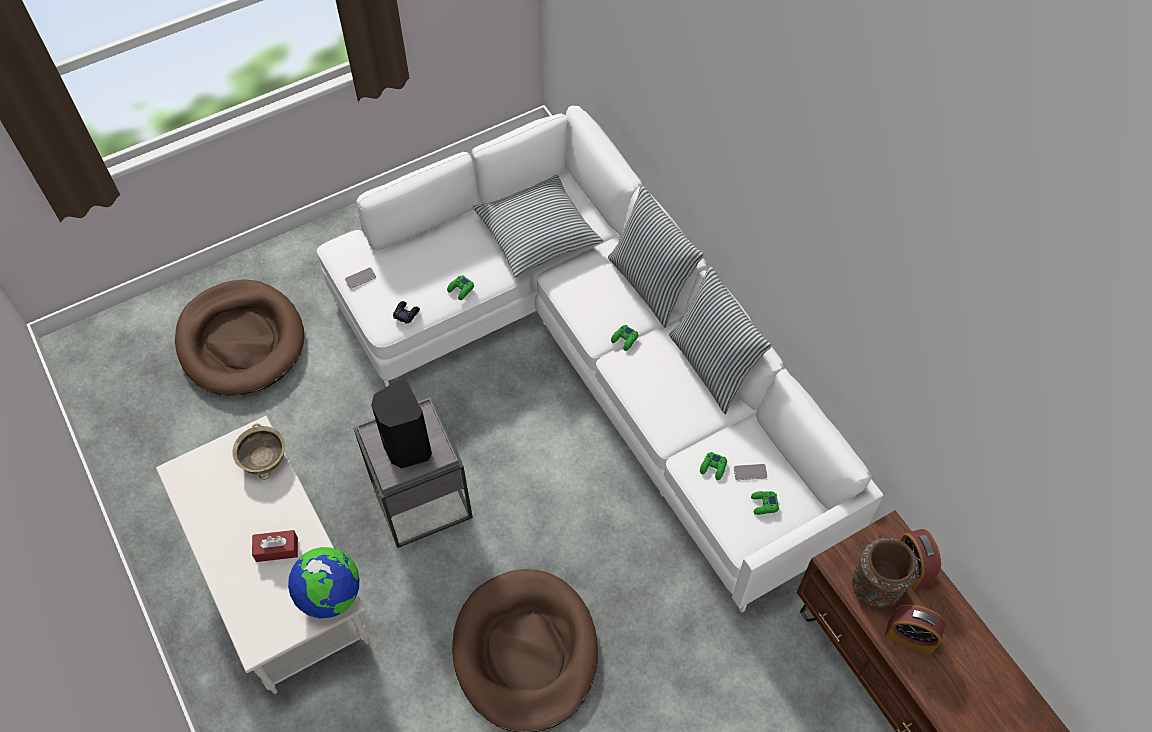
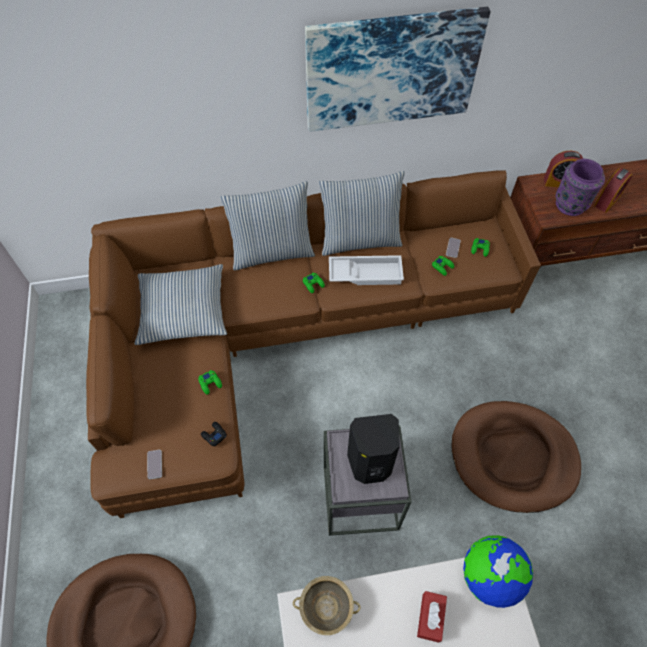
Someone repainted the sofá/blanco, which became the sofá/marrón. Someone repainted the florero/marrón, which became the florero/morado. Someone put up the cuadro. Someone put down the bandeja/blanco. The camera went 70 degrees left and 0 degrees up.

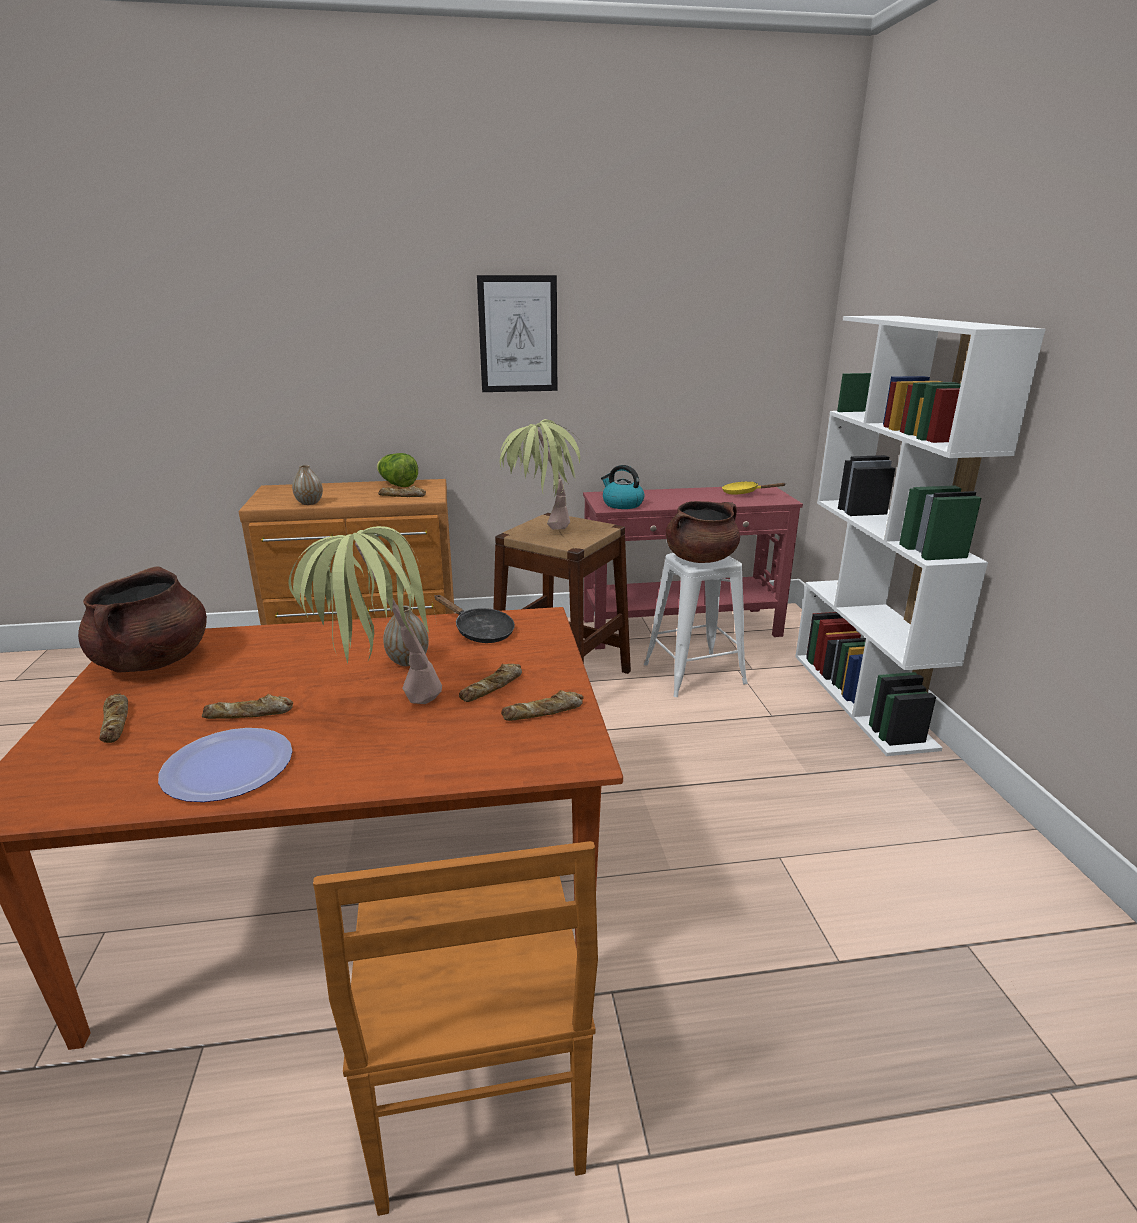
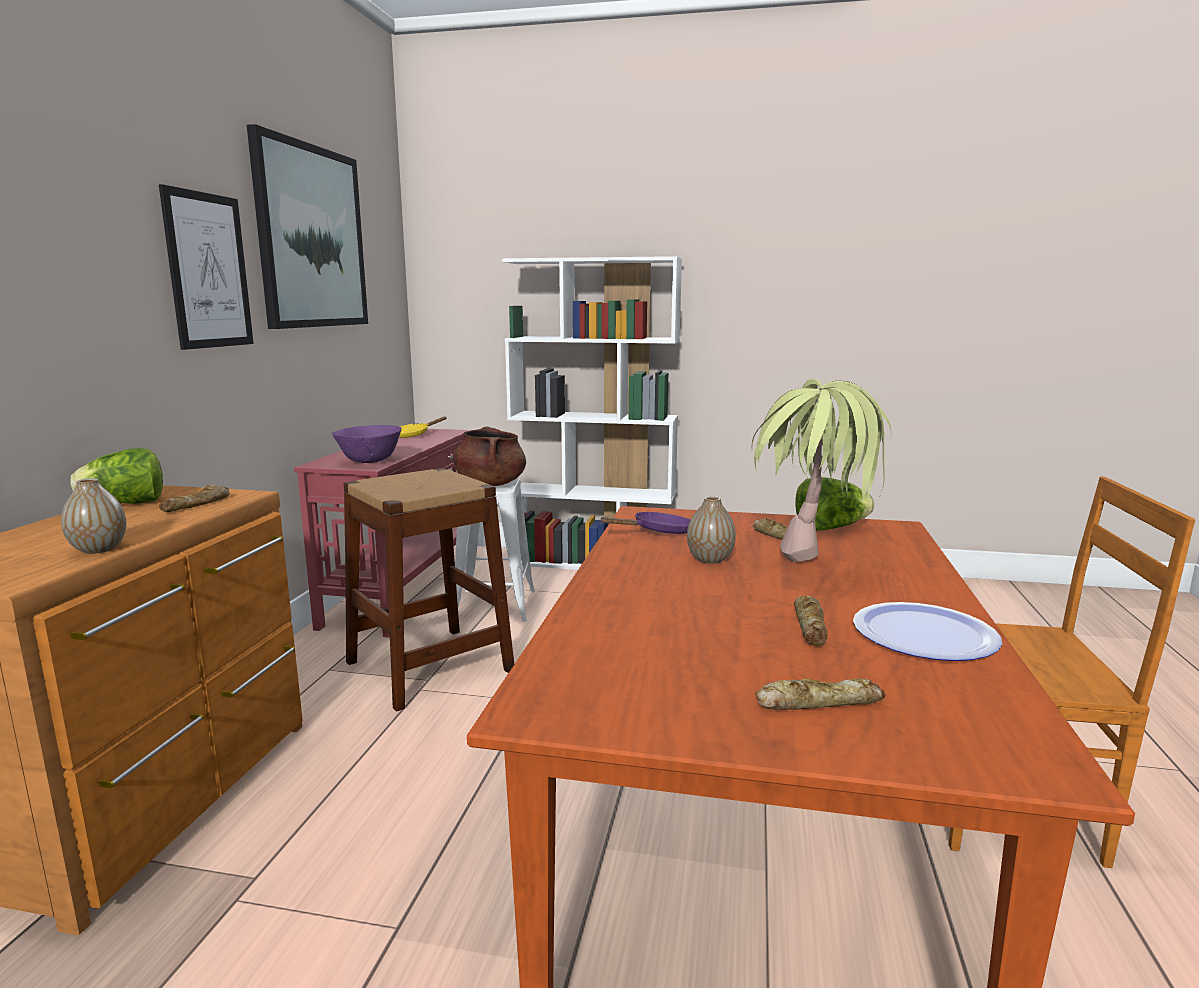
Someone took away the olla/marrón (no. 1 from left). Someone repainted the sartén/negro, which became the sartén/morado. Someone took away the planta en maceta (no. 2 from left). Someone swapped the pan (no. 5 from left) for the lechuga (no. 2 from left). Someone swapped the hervidor for the cuenco/morado. Someone put up the cuadro (no. 2 from left). The camera went 70 degrees left and 10 degrees down.

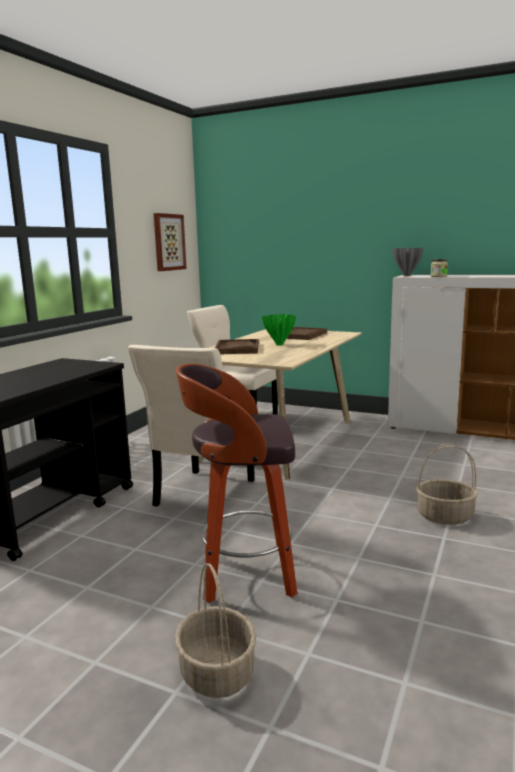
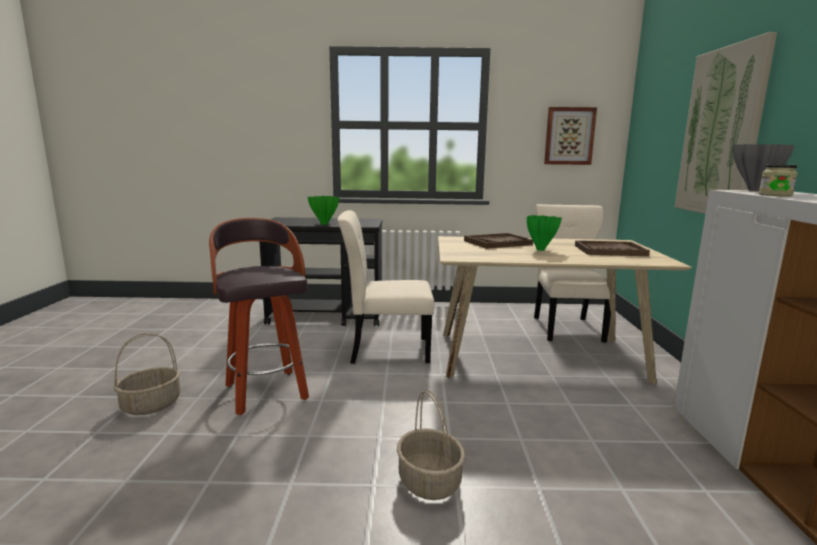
Someone put down the florero/verde (no. 1 from left). Someone put up the cuadro (no. 2 from left). The camera went 65 degrees right and 0 degrees up.

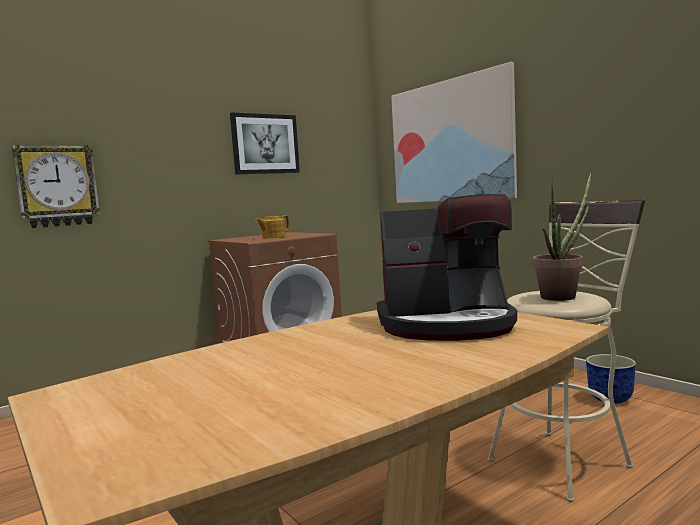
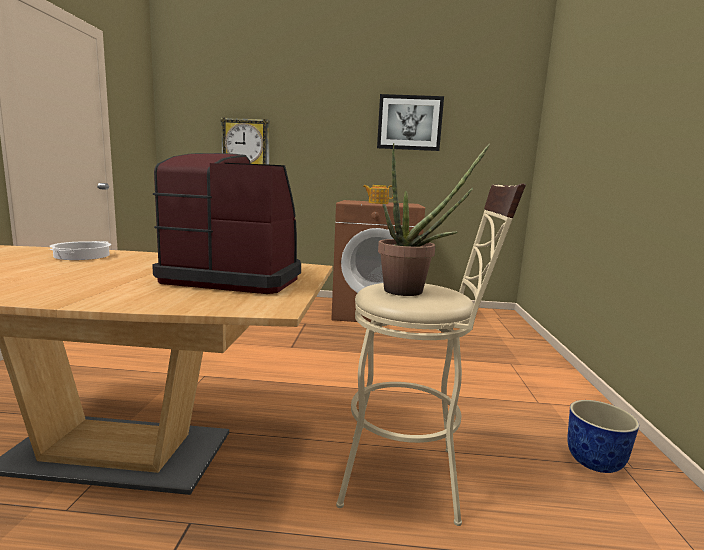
Someone rotated the cafetera by 150 degrees clockwise. Someone took away the cuadro (no. 2 from left). Someone put down the olla. The camera went 40 degrees right and 5 degrees up.

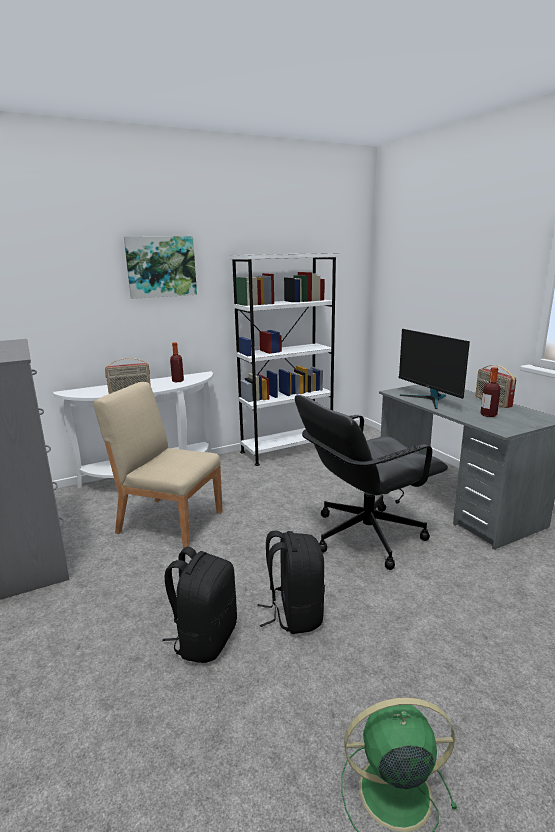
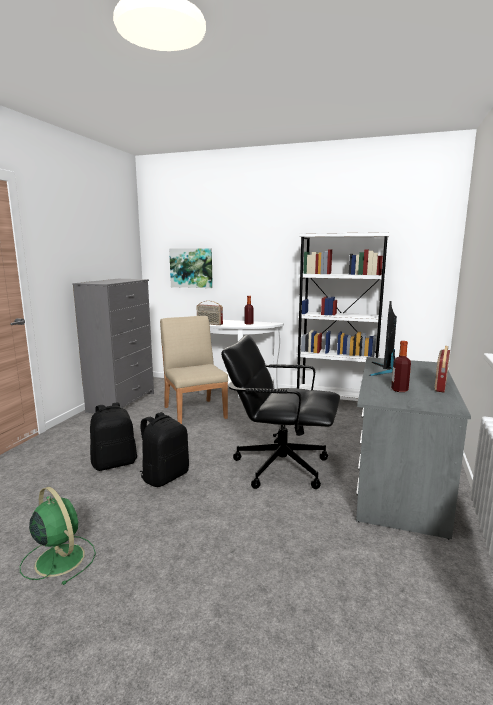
Someone carried the cuadro. The camera went 45 degrees right and 5 degrees down.

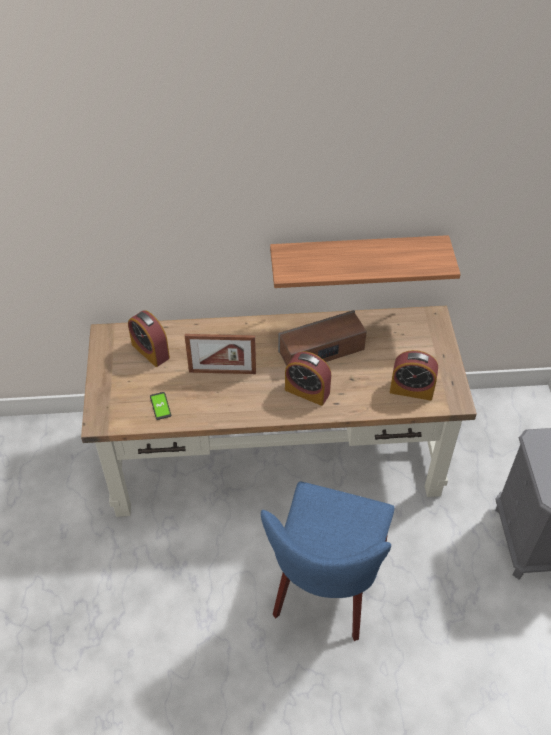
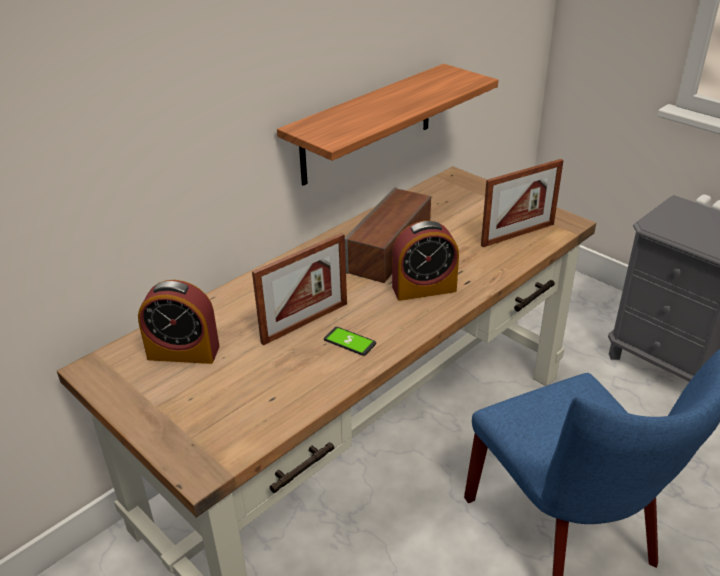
Someone carried the móvil. Someone swapped the despertador (no. 3 from left) for the portarretratos (no. 2 from left). The camera went 40 degrees left and 15 degrees down.

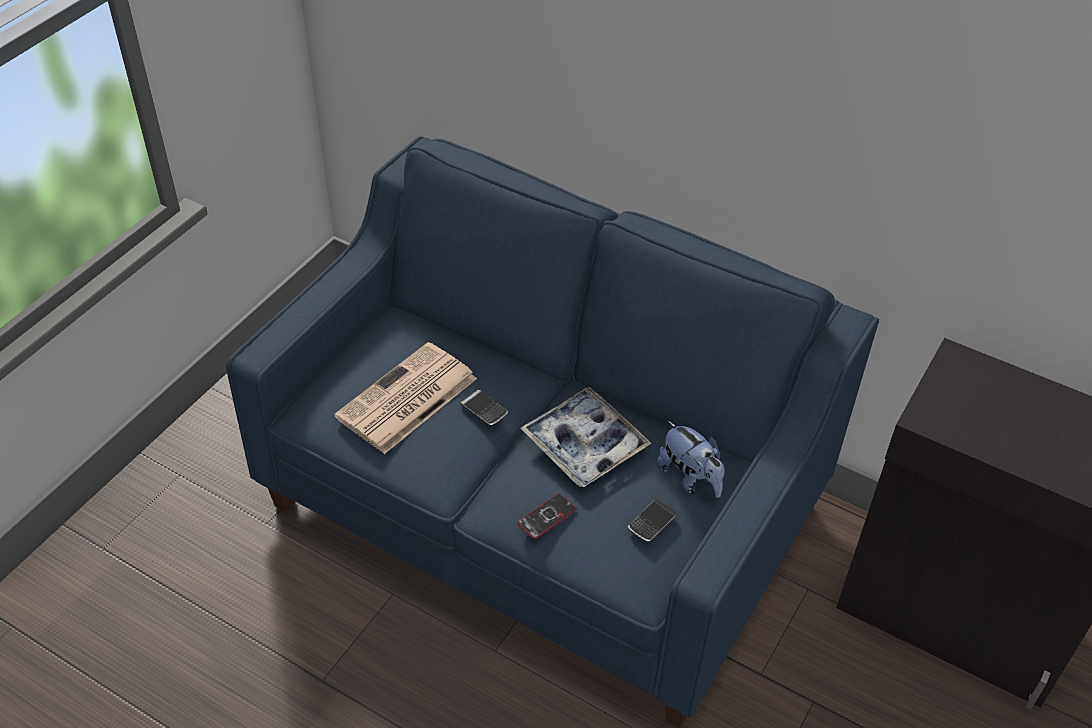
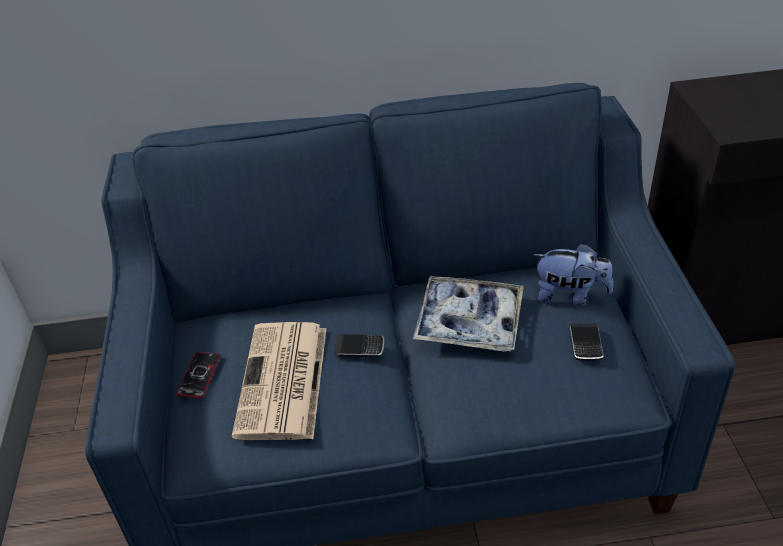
Someone carried the móvil (no. 2 from left in the first image). The camera went 35 degrees left and 5 degrees down.

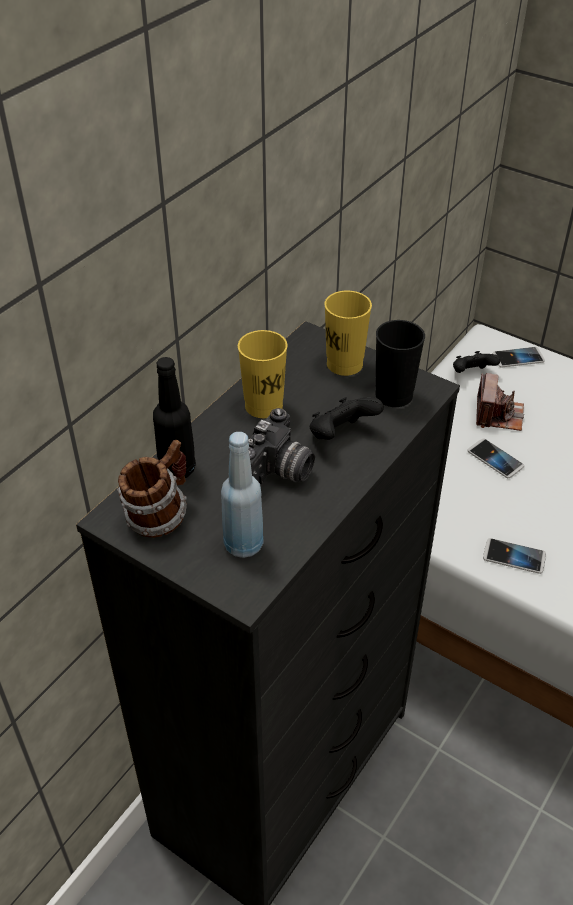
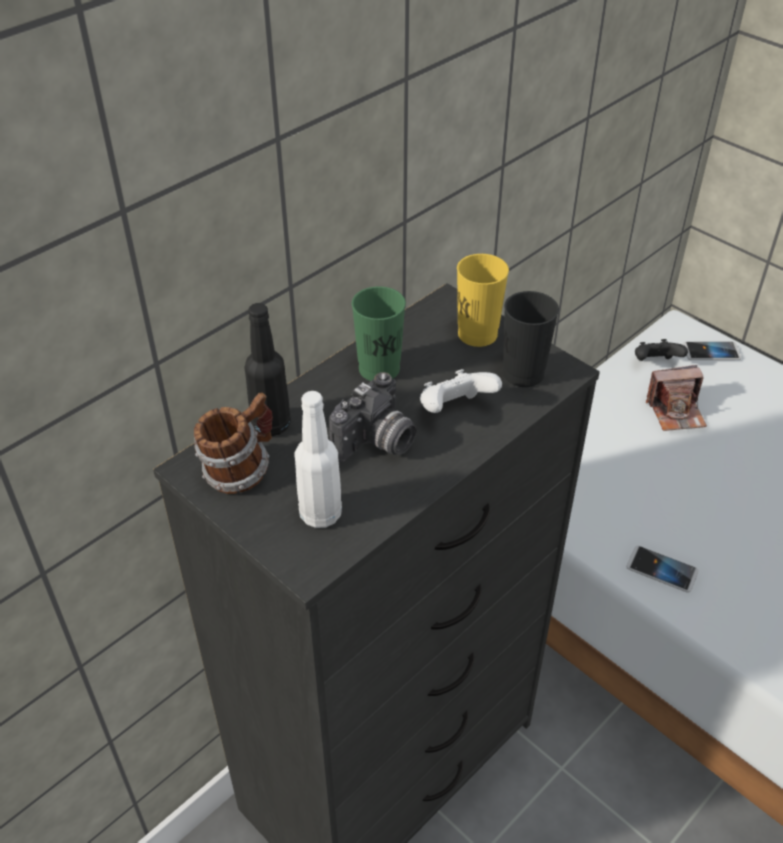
Someone repainted the botella/azul, which became the botella/blanco. Someone repainted the taza/amarillo (no. 1 from left), which became the taza/verde. Someone repainted the mando de consola/negro (no. 1 from left), which became the mando de consola/blanco. Someone took away the móvil (no. 1 from left). Someone rotated the cámara (no. 2 from left) by 60 degrees clockwise. The camera went 10 degrees right and 0 degrees up.

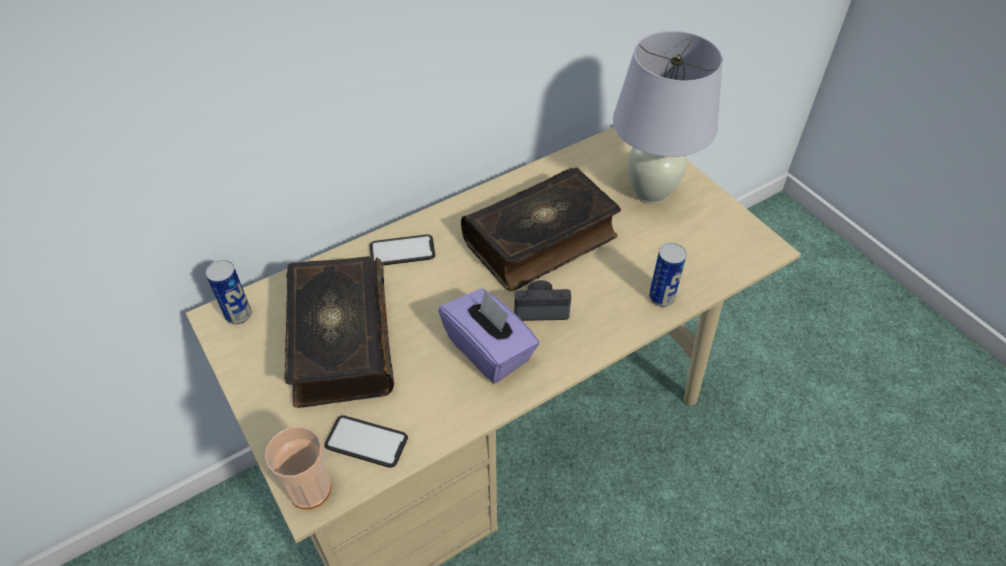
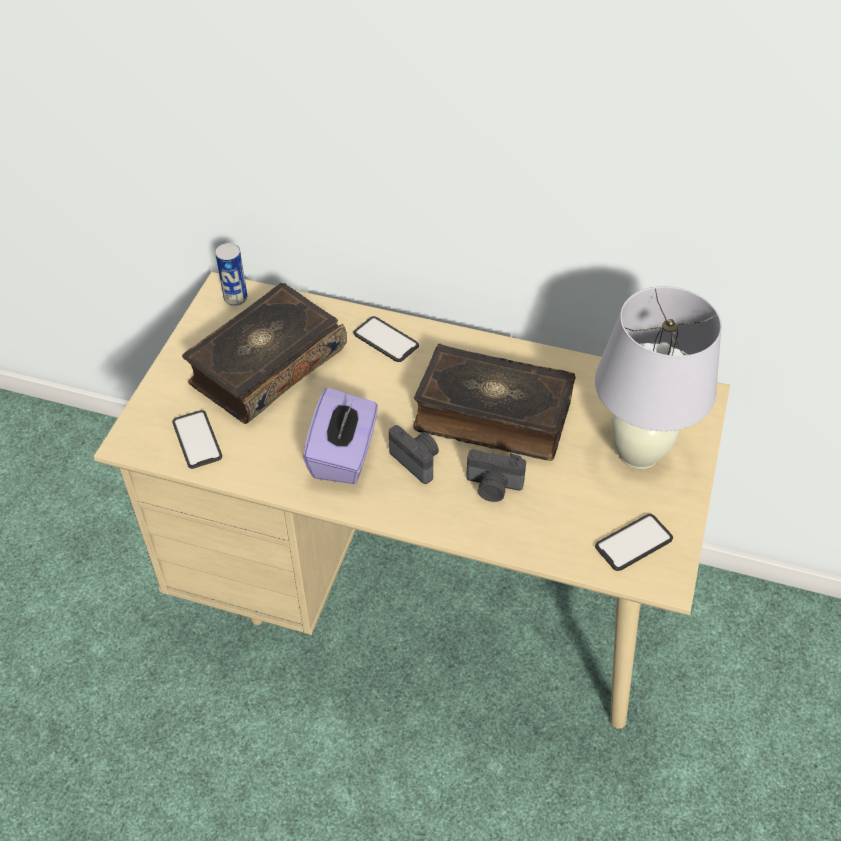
Someone took away the taza. Someone took away the lata (no. 2 from left). Someone put down the cámara (no. 2 from left). Someone put down the móvil (no. 3 from left). The camera went 50 degrees right and 0 degrees up.

